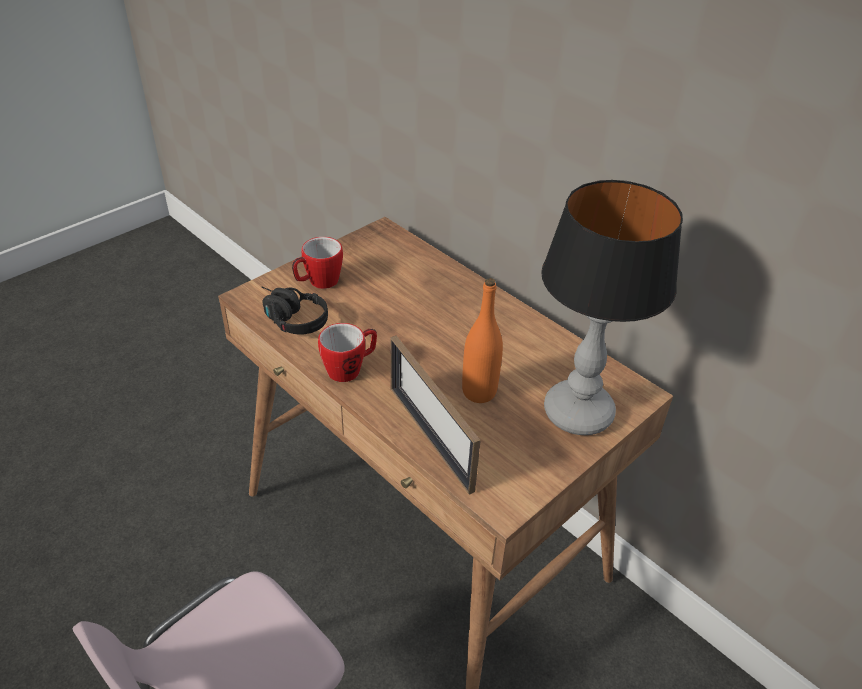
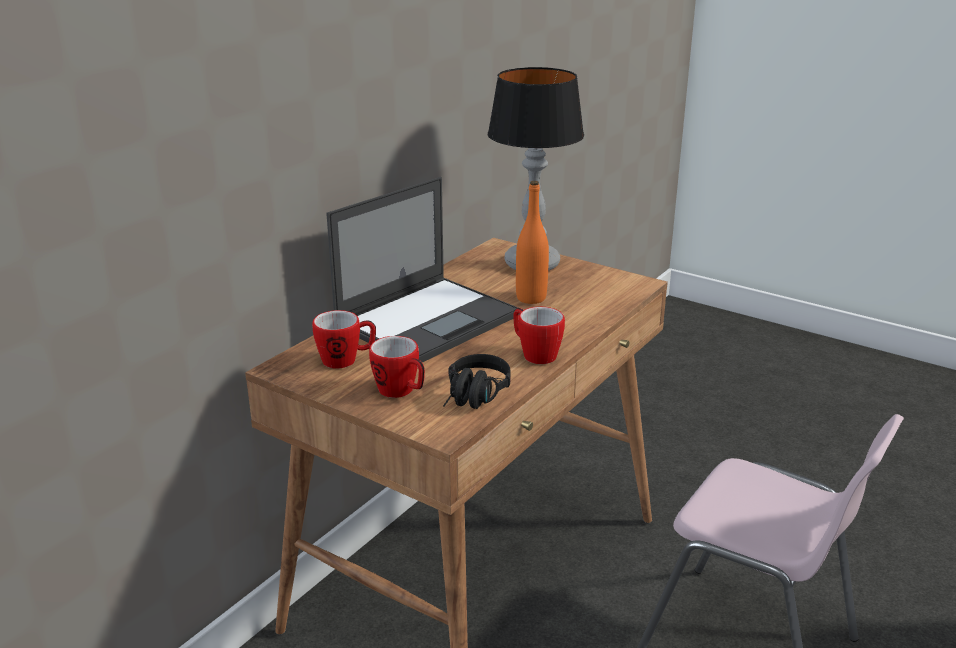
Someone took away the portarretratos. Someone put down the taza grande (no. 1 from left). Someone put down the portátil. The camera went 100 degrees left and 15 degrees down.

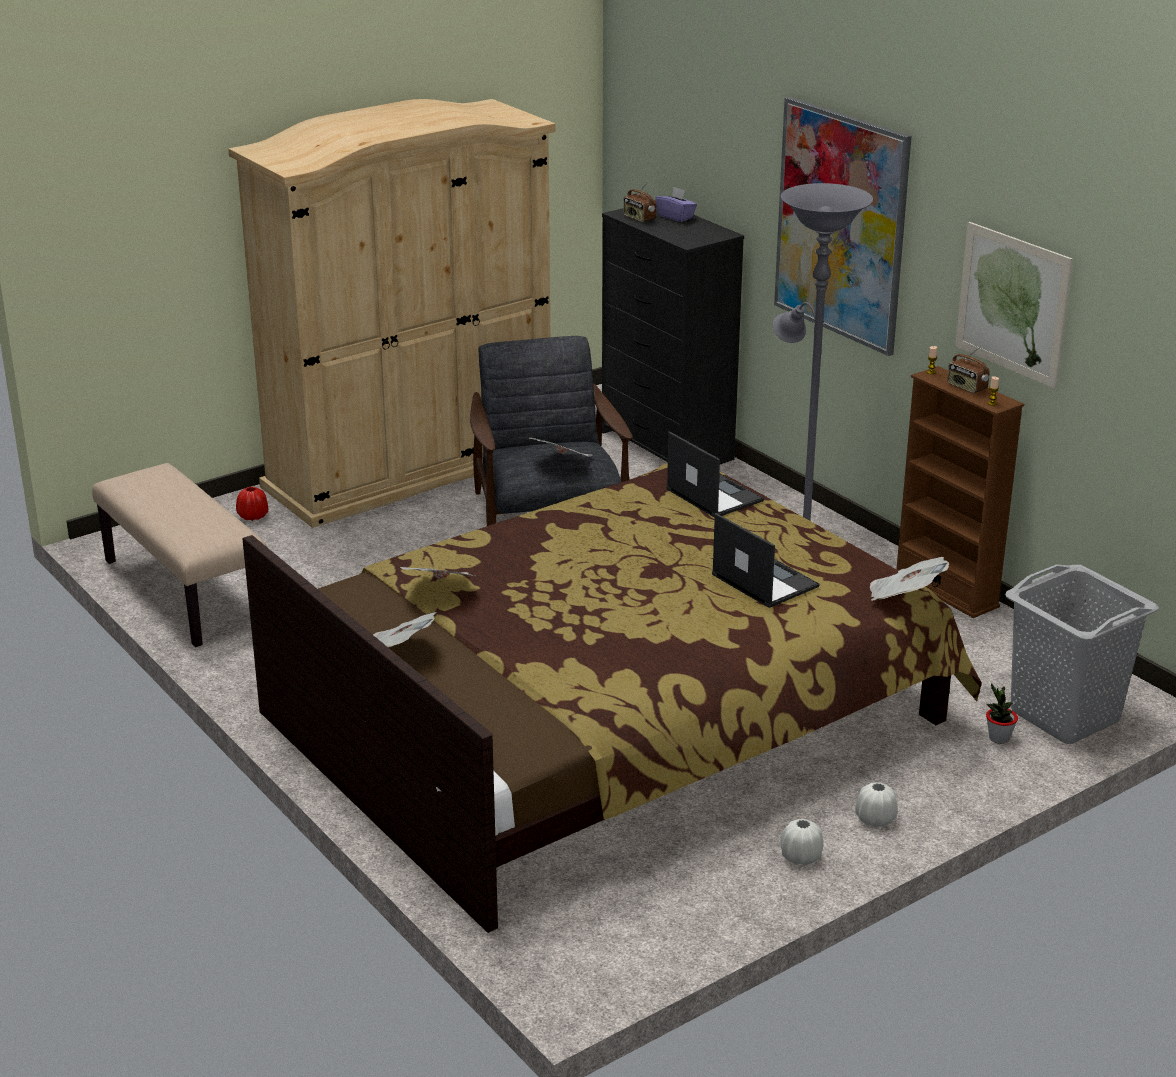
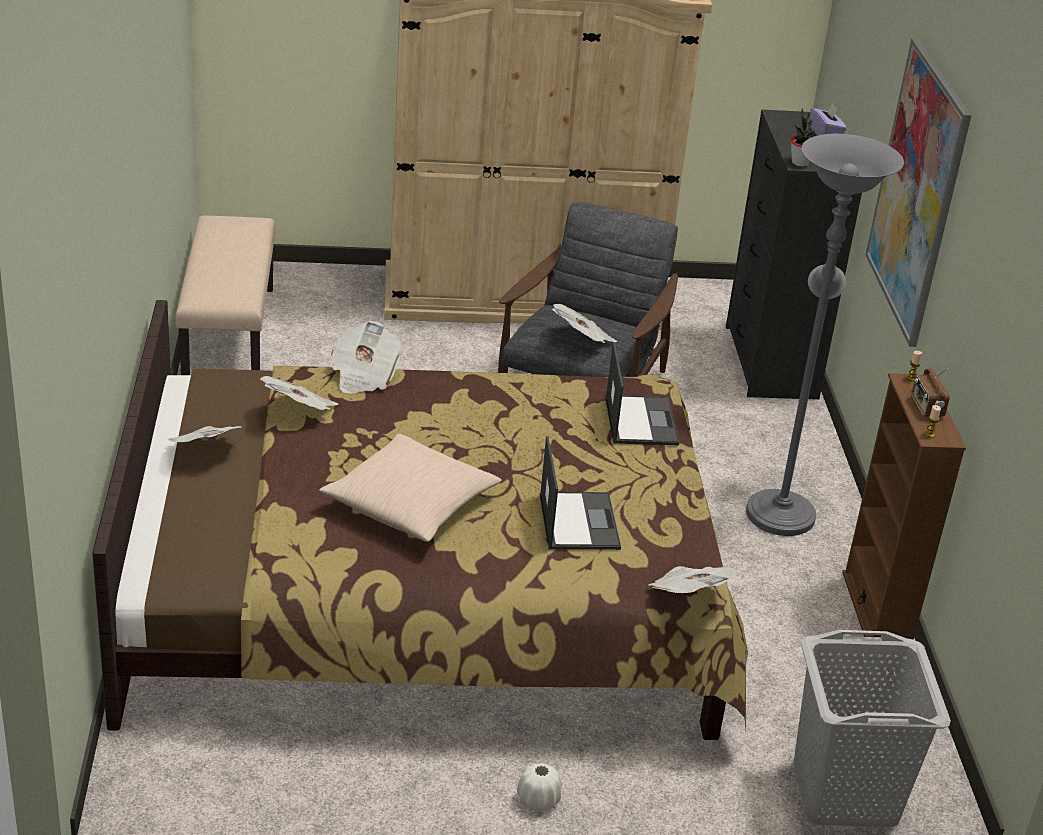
Someone took away the florero/rojo. Someone took away the radio (no. 1 from left). Someone took away the florero/blanco (no. 1 from left). Someone took away the cuadro (no. 2 from left). Someone carried the planta en maceta. Someone put down the cojín/beis. Someone put down the periódico (no. 3 from left). The camera went 30 degrees right and 5 degrees up.

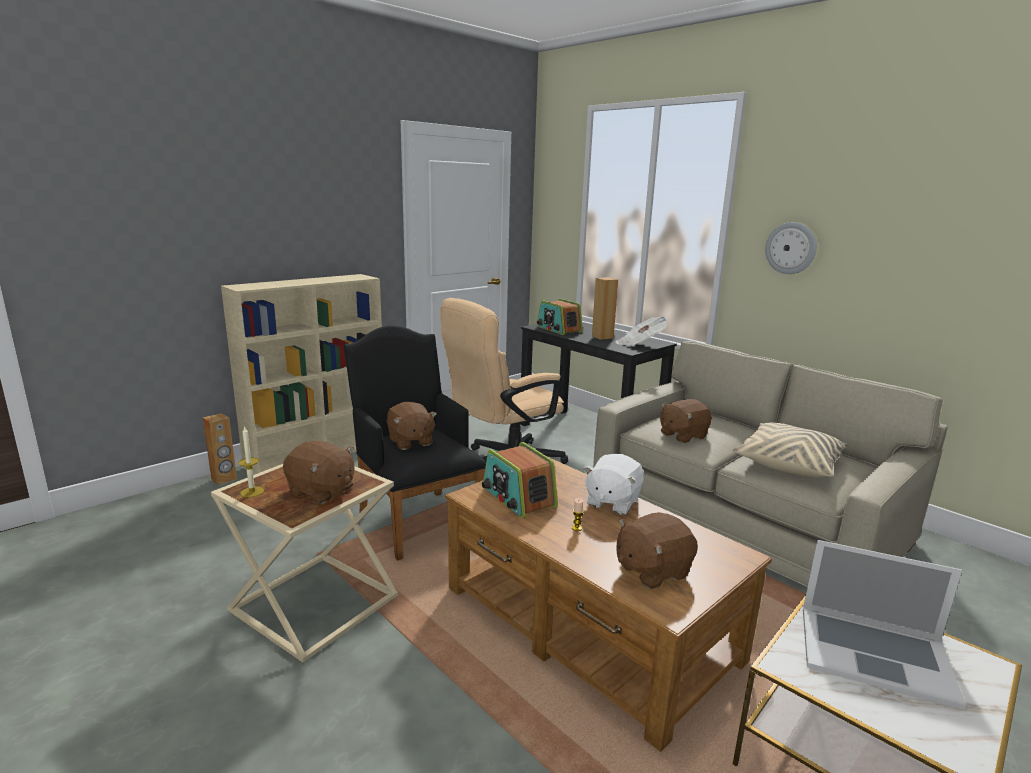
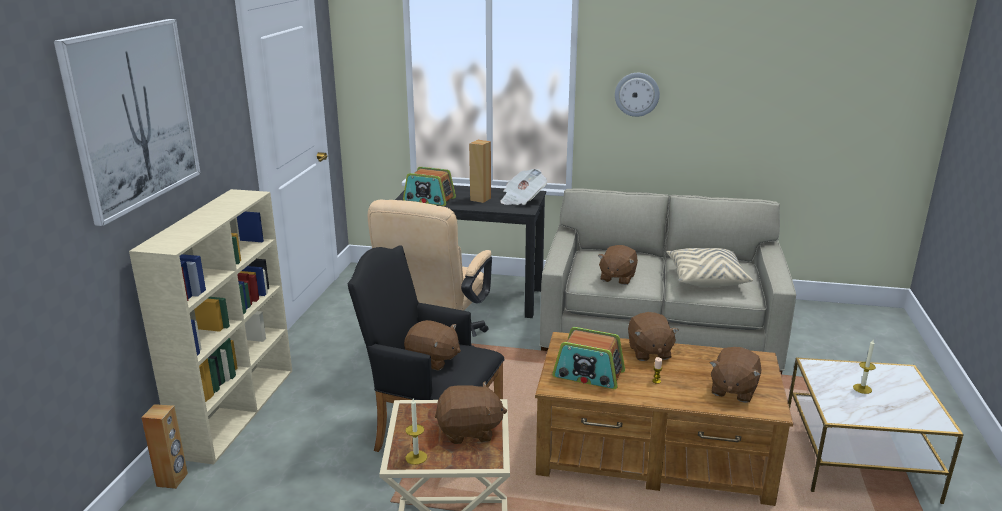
Someone repainted the peluche/blanco, which became the peluche/marrón (no. 4 from left). Someone swapped the portátil for the vela (no. 3 from left). Someone put up the cuadro. The camera went 35 degrees left and 5 degrees up.

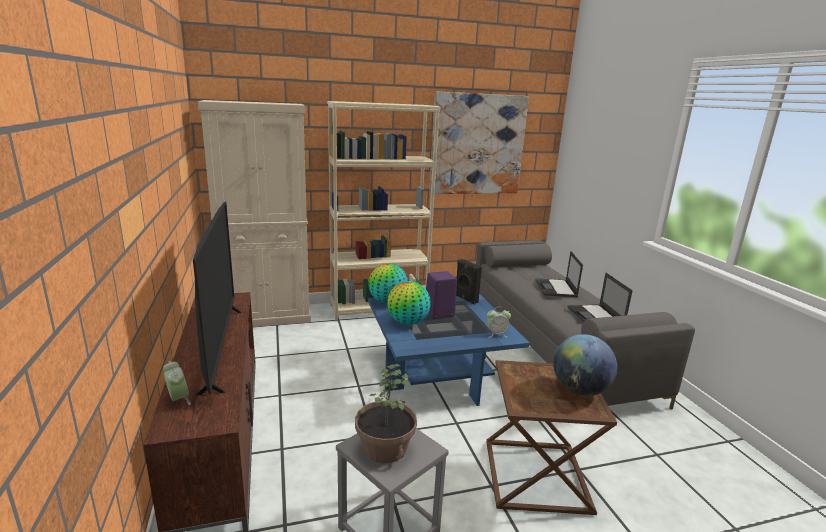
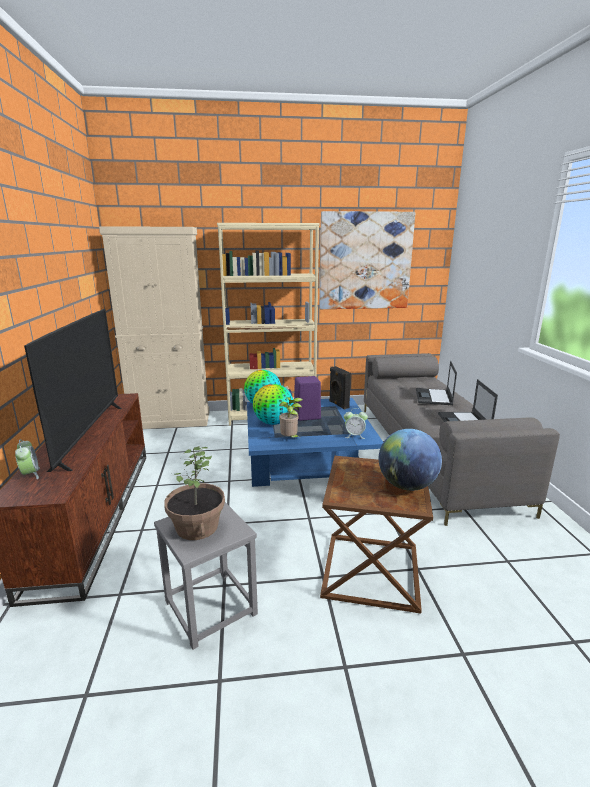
Someone put down the planta en maceta (no. 2 from left). The camera went 10 degrees right and 0 degrees up.

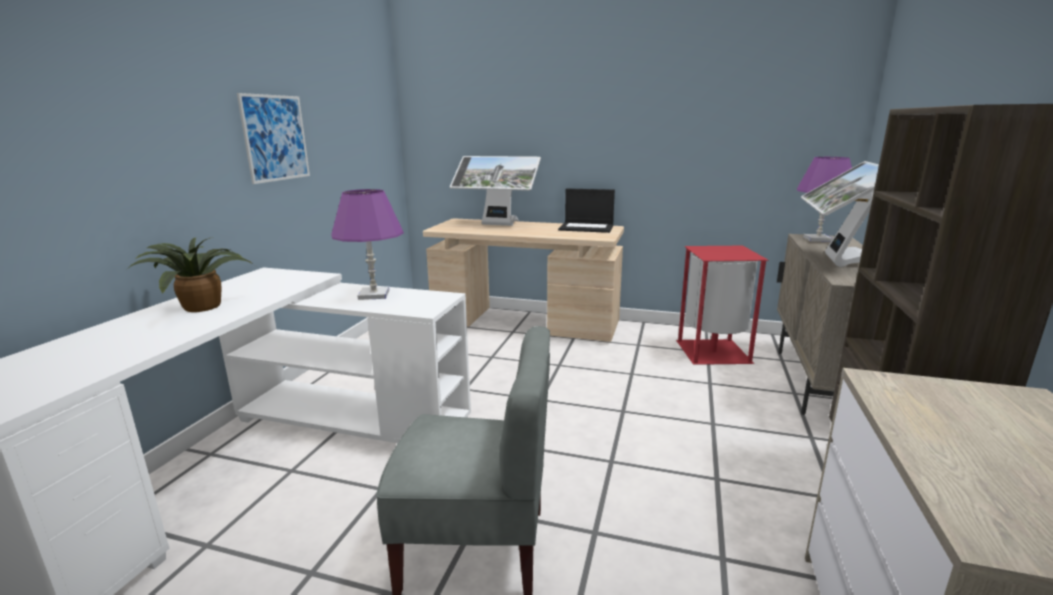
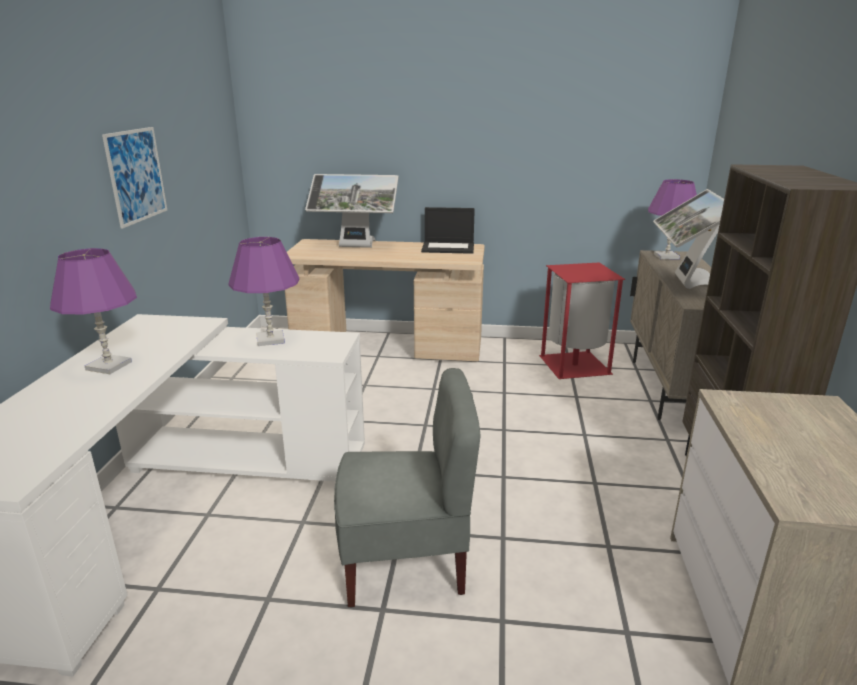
Someone swapped the planta en maceta for the lámpara de mesa/morado (no. 1 from left). The camera went 10 degrees left and 5 degrees up.

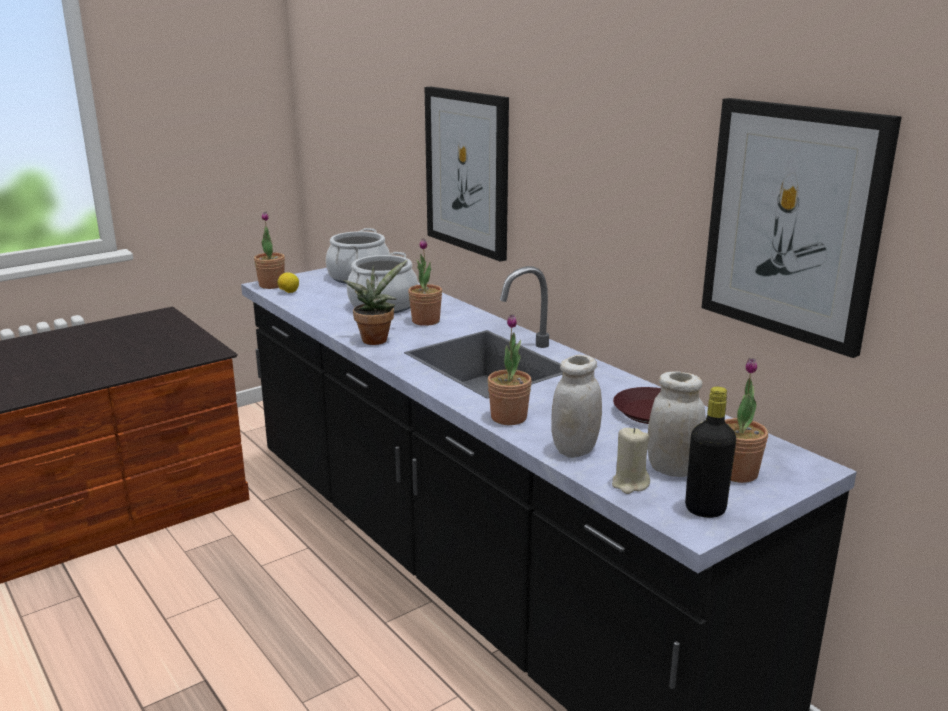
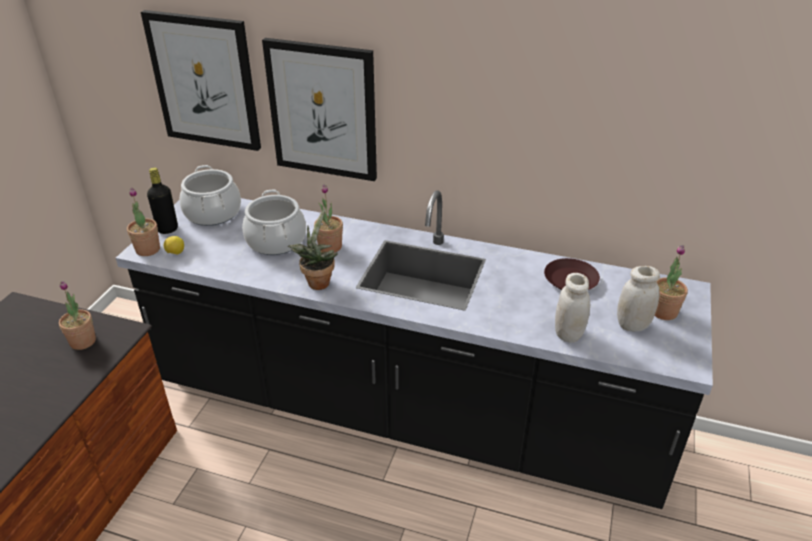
Someone carried the planta en maceta (no. 4 from left in the first image). Someone took away the vela/beis. Someone carried the botella/negro. Someone carried the cuadro (no. 2 from left in the first image). The camera went 35 degrees left and 15 degrees up.

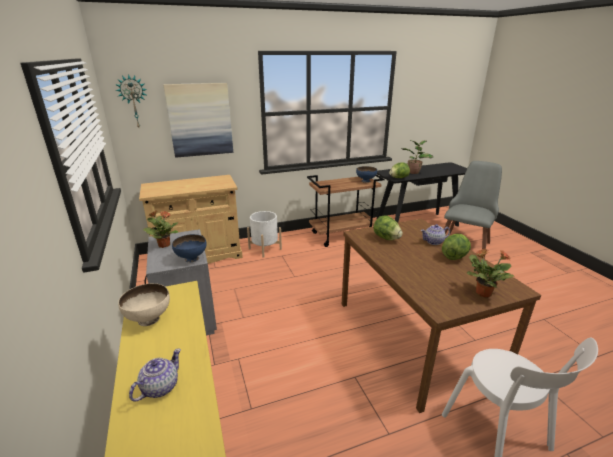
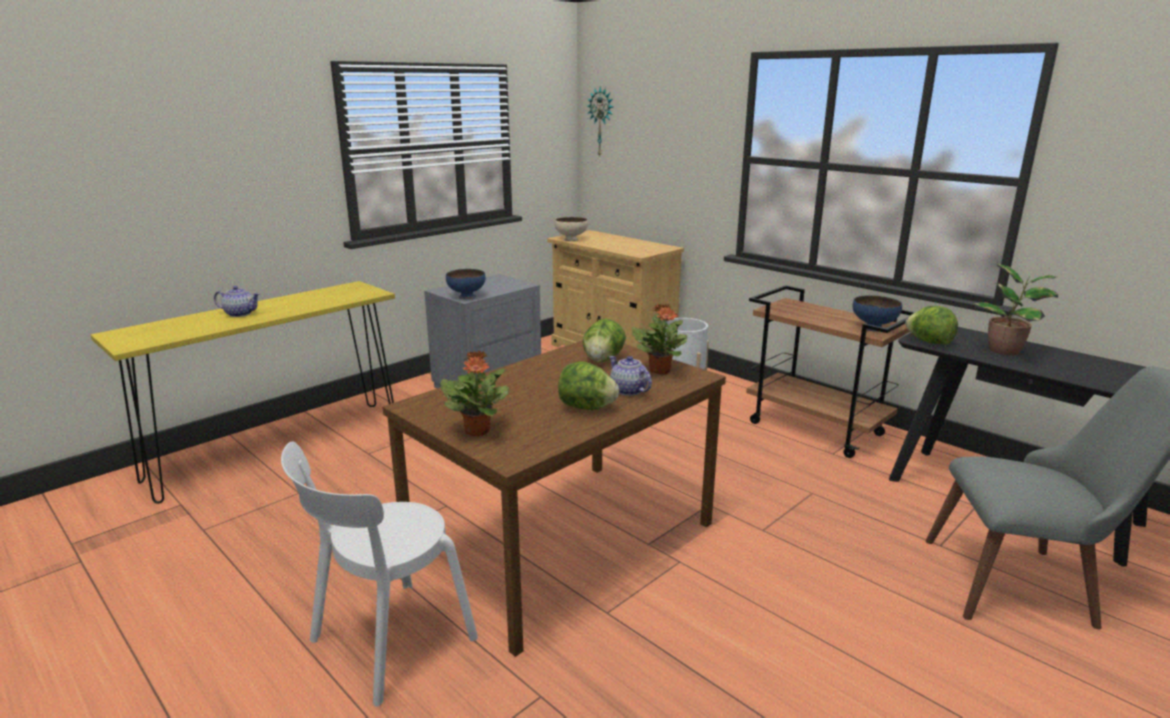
Someone carried the cuenco/beis. Someone carried the planta en maceta (no. 1 from left in the first image). Someone took away the cuadro. The camera went 65 degrees right and 5 degrees down.

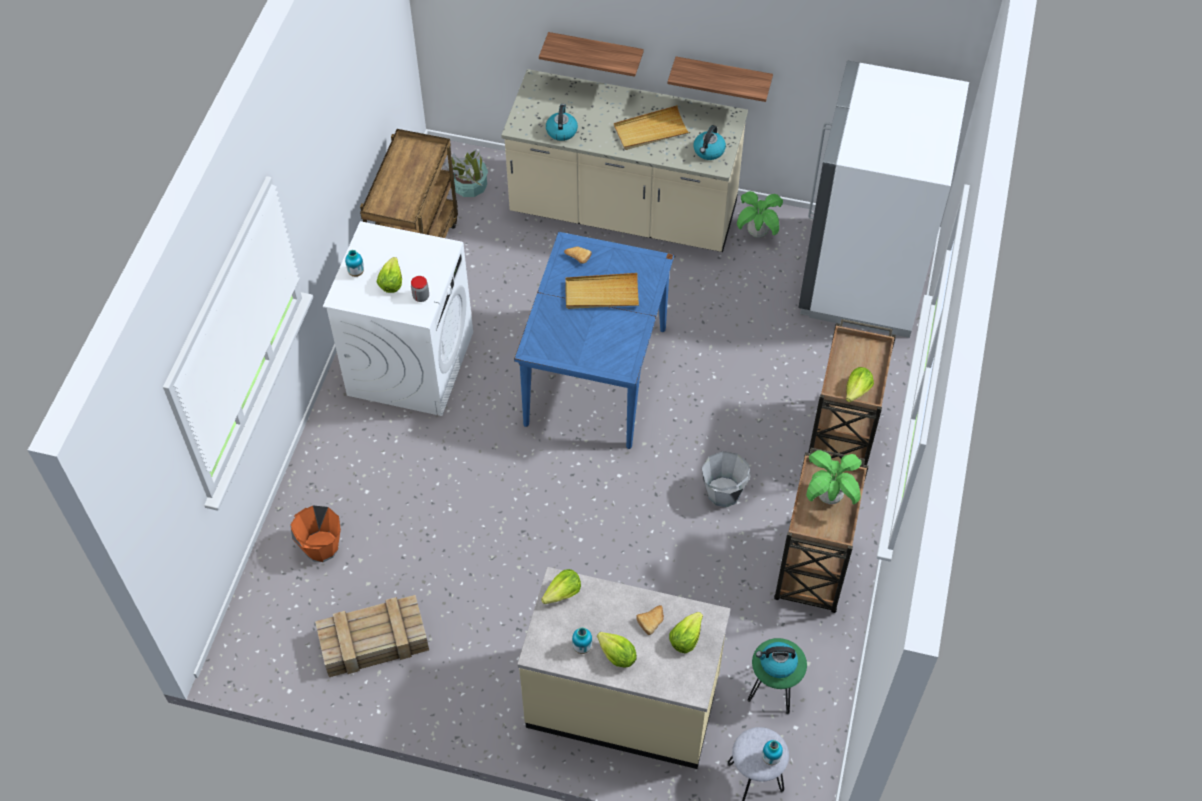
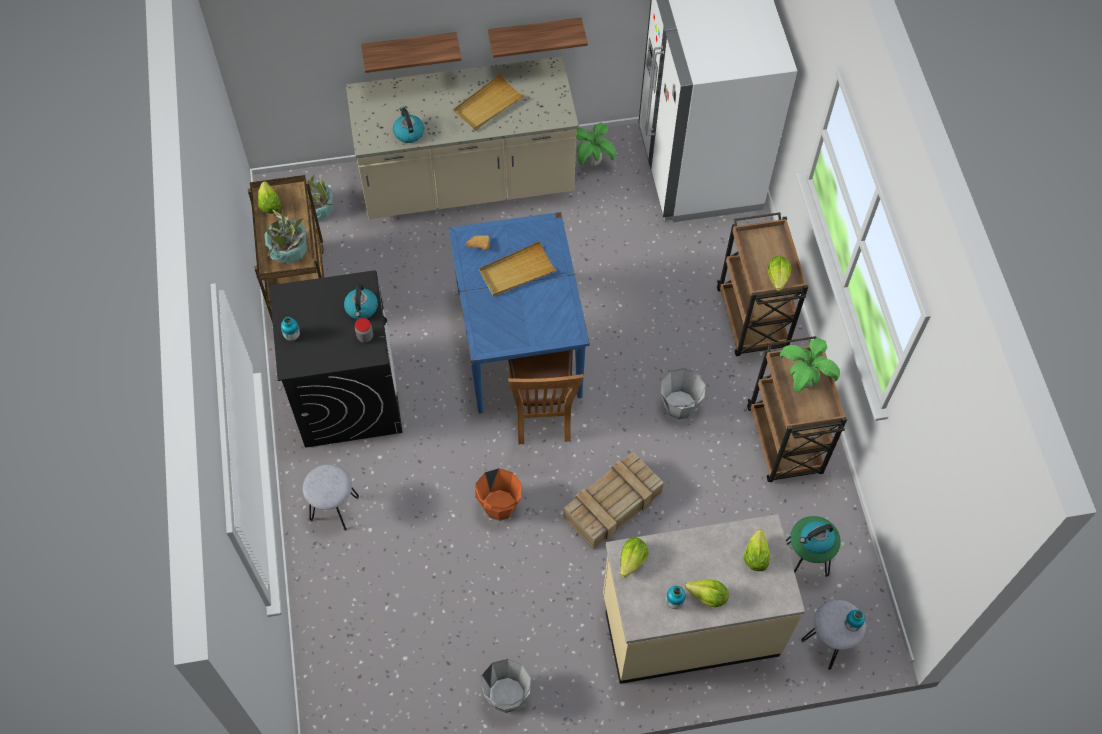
Someone carried the cubo/naranja. Someone carried the caja de embalaje. Someone repainted the lavadora/blanco, which became the lavadora/negro. Someone carried the lechuga (no. 1 from left). Someone took away the pan (no. 2 from left). Someone carried the hervidor (no. 2 from left in the first image). Someone put down the planta en maceta (no. 1 from left). Someone put down the taburete/gris (no. 1 from left). Someone put down the cubo/gris (no. 1 from left). Someone put down the silla/marrón. The camera went 25 degrees left and 5 degrees up.

